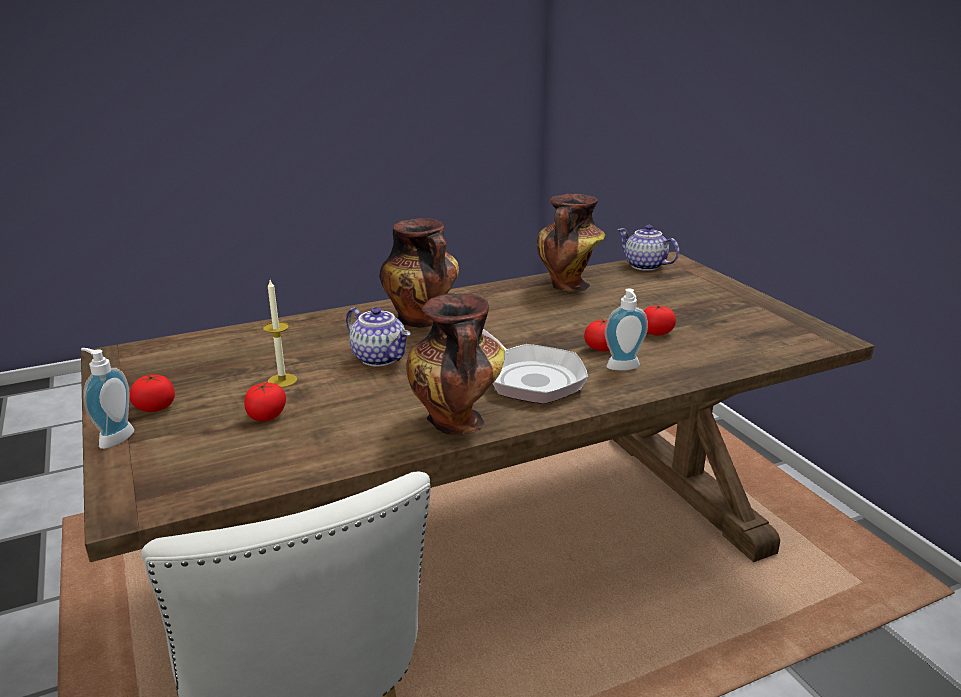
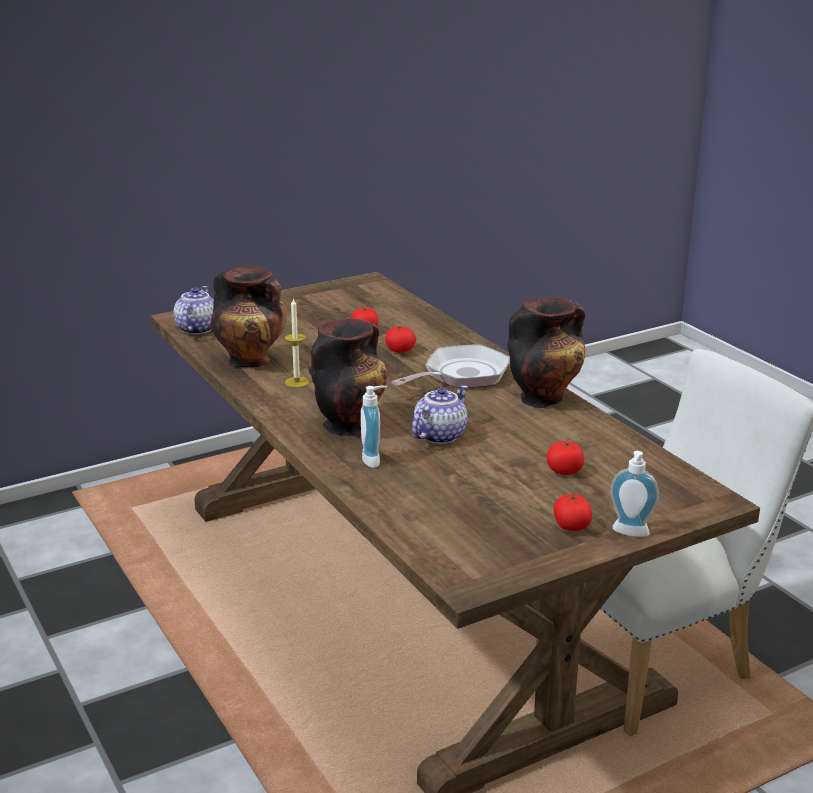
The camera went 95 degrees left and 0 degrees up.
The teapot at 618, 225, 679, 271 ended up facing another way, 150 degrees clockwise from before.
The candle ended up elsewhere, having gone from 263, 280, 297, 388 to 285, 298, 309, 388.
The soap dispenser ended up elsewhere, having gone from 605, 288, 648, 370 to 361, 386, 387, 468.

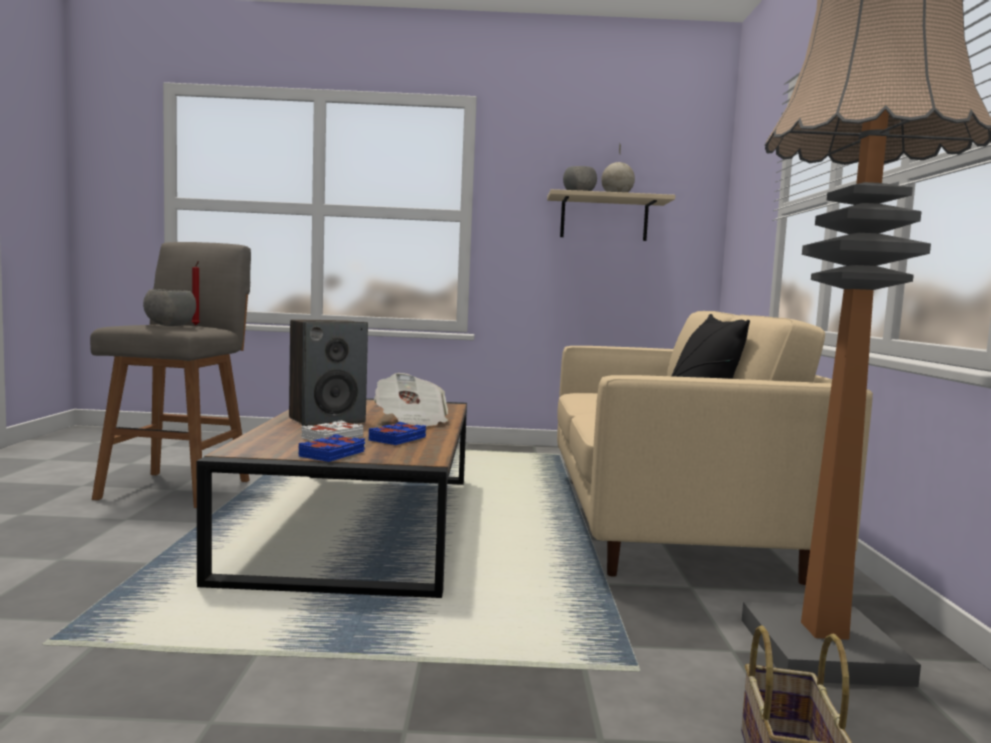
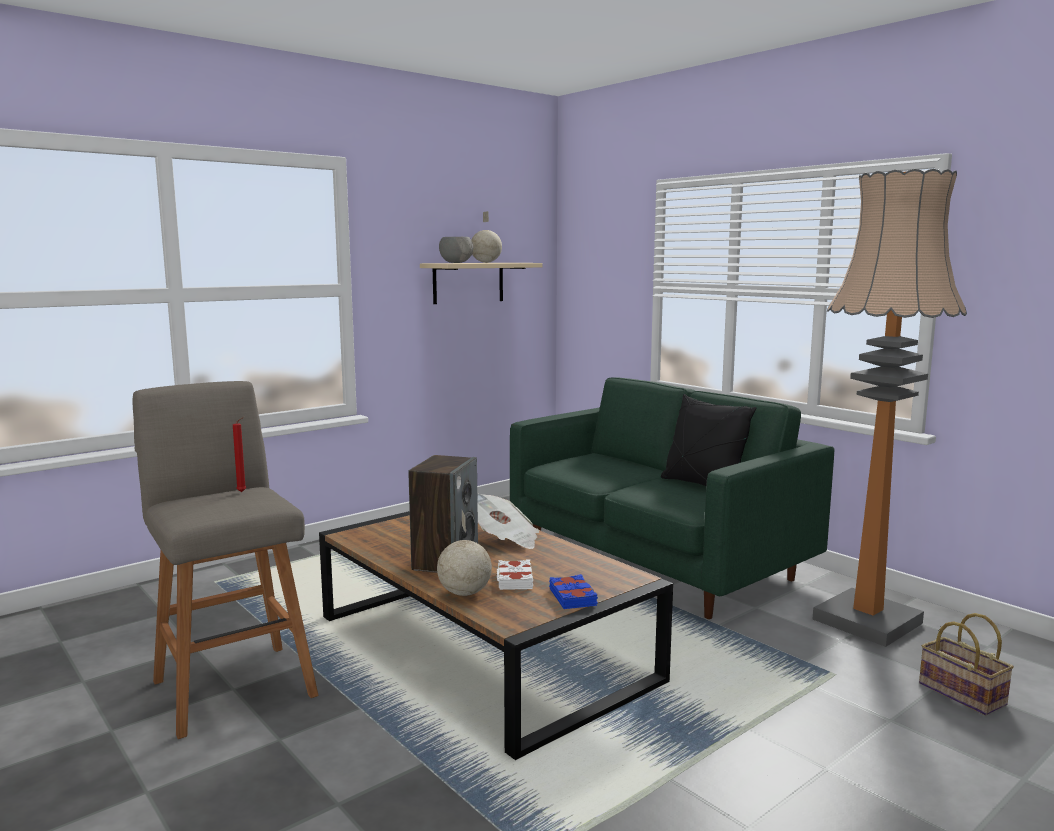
The camera went 40 degrees left and 5 degrees up.
The second view gained the globe at 437, 510, 492, 596.
What was the sofa in beige at 557, 311, 873, 585 turned into the sofa in green at 510, 377, 834, 619.
The second view lost the bowl in grey at 143, 289, 196, 326.
The second view lost the book in blue at 368, 422, 426, 445.

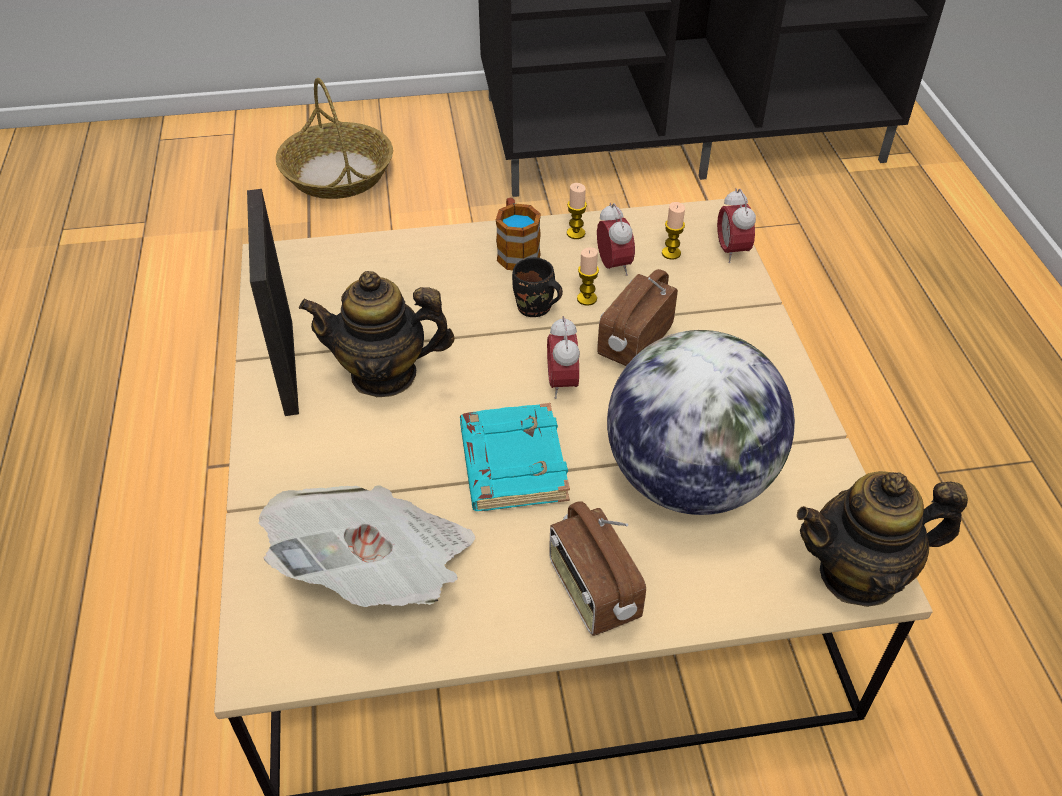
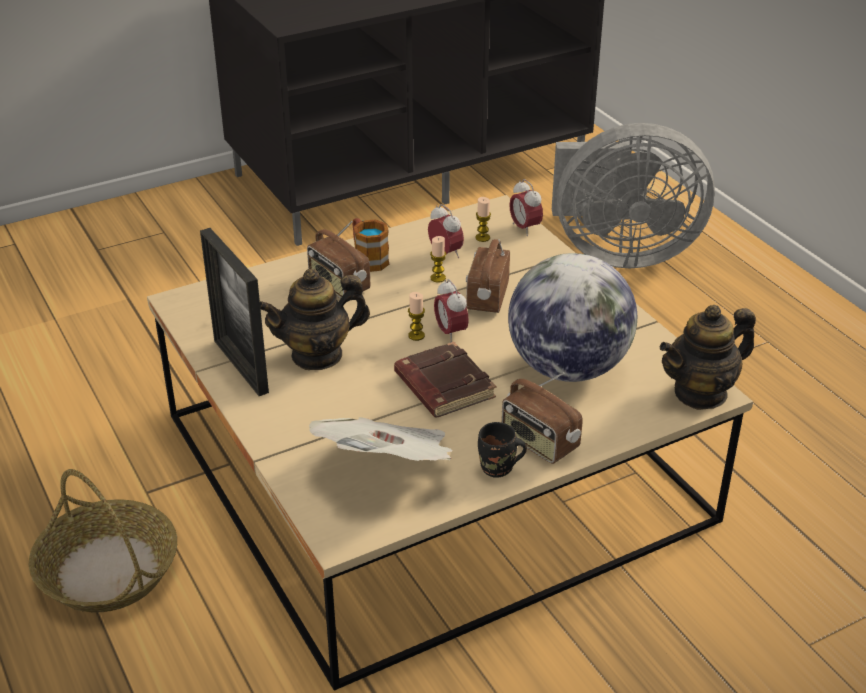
The camera went 20 degrees left and 10 degrees down.
The basket ended up elsewhere, having gone from 276, 78, 393, 199 to 29, 469, 177, 612.
The second view gained the radio at 307, 221, 370, 299.
What was the book in turquoise at 460, 403, 570, 511 turned into the book in brown at 394, 342, 496, 418.
The candle ended up elsewhere, having gone from 567, 183, 587, 239 to 408, 292, 425, 341.
The mug in black ended up elsewhere, having gone from 512, 257, 563, 317 to 478, 422, 527, 478.
The second view gained the fan in grey at 552, 123, 715, 268.

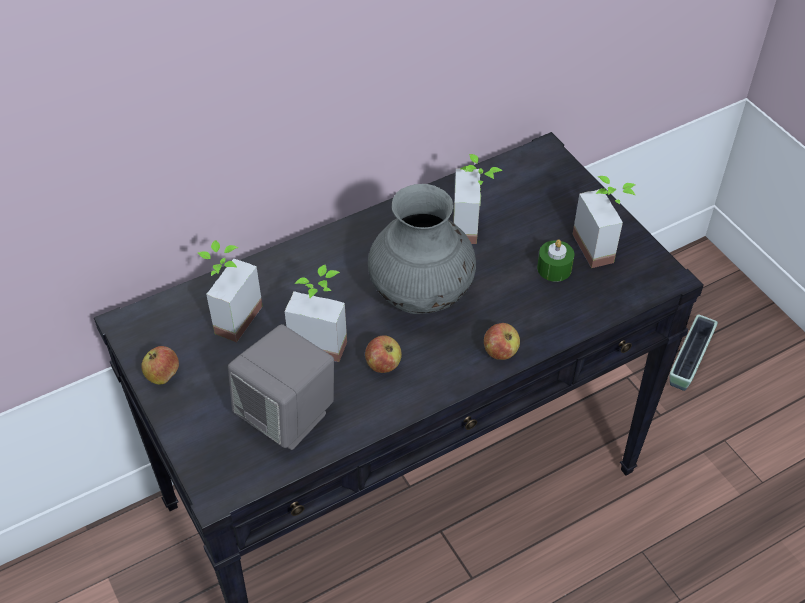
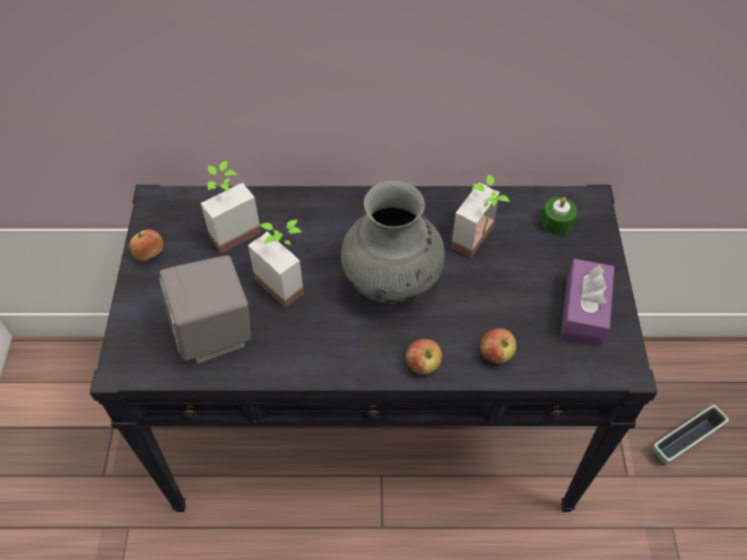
The camera went 30 degrees right and 5 degrees up.
The apple ended up elsewhere, having gone from 365, 335, 402, 373 to 481, 328, 516, 364.
The candle in green ended up elsewhere, having gone from 537, 240, 575, 282 to 541, 197, 577, 235.
Where the potted plant stood at 573, 176, 635, 268, the tissue box in purple came to stand at 560, 259, 614, 346.

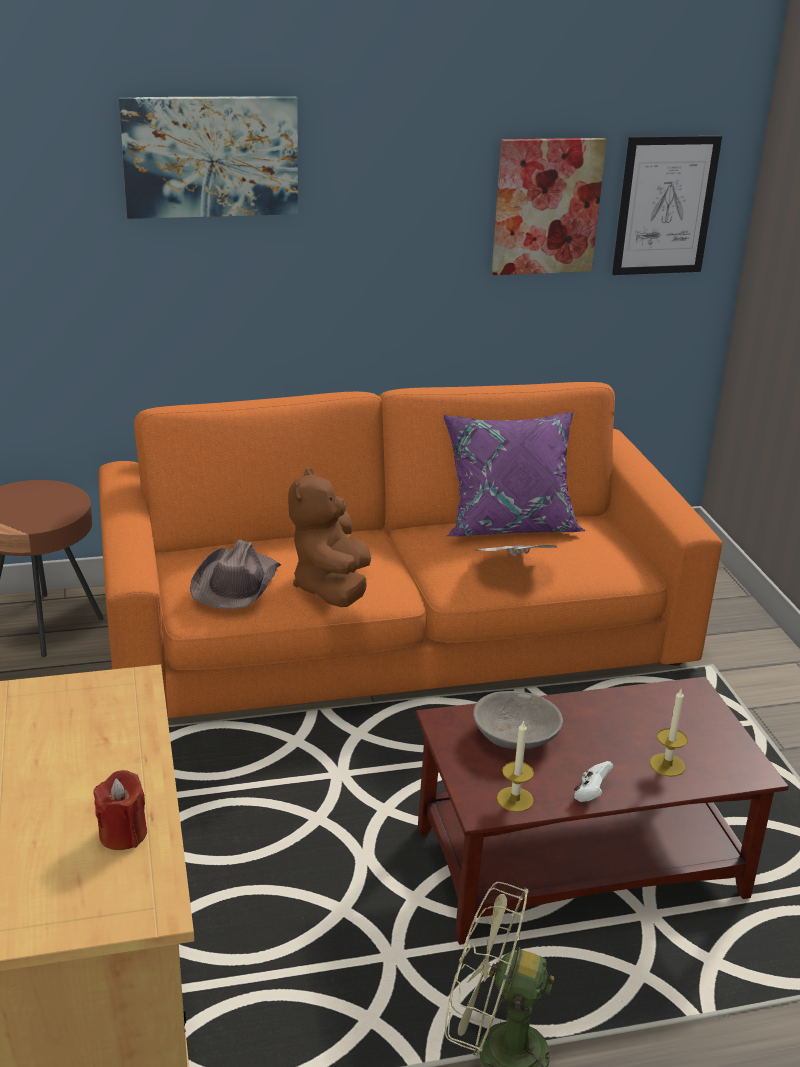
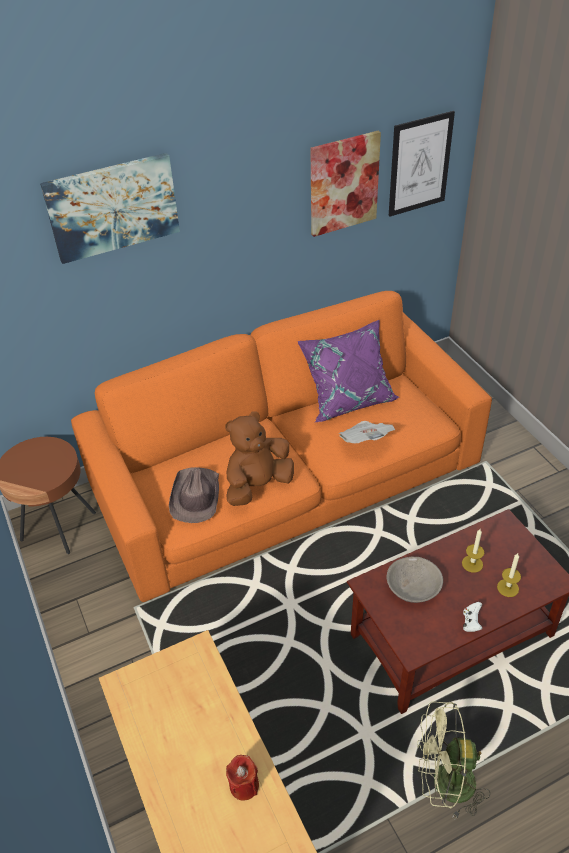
The camera went 10 degrees left and 15 degrees up.
The plush toy in brown at 288, 467, 371, 607 ended up facing another way, 60 degrees clockwise from before.
The candle ended up elsewhere, having gone from 497, 720, 534, 812 to 462, 529, 484, 573.

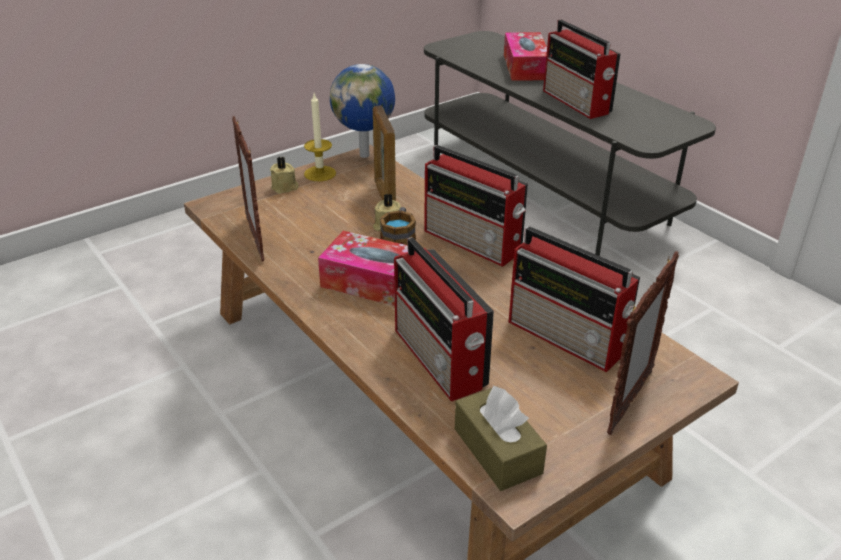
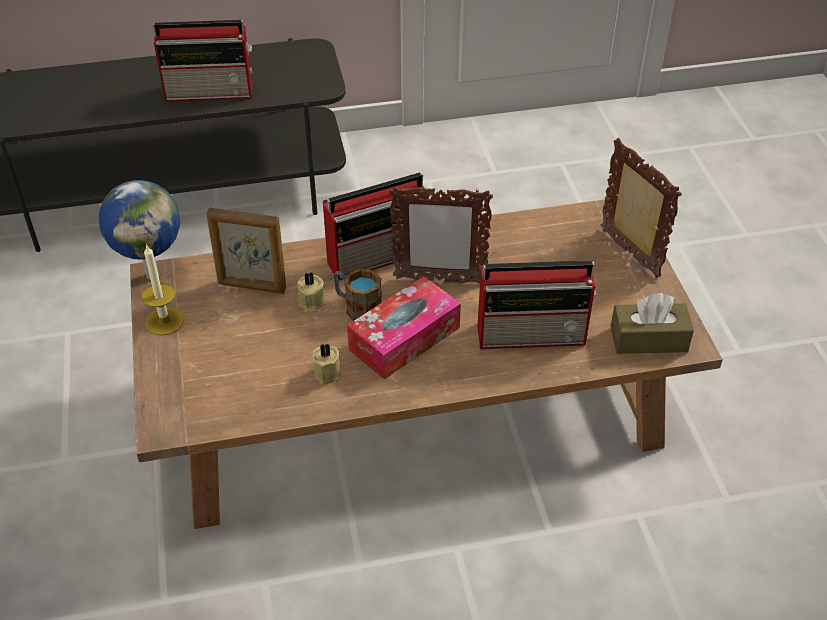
The camera went 65 degrees left and 10 degrees up.
The candle in beige ended up elsewhere, having gone from 270, 157, 299, 194 to 311, 343, 341, 384.
The picture frame ended up elsewhere, having gone from 232, 116, 265, 261 to 389, 185, 493, 284.
The second view lost the tissue box at 504, 32, 547, 81.
The second view lost the radio at 509, 227, 640, 372.

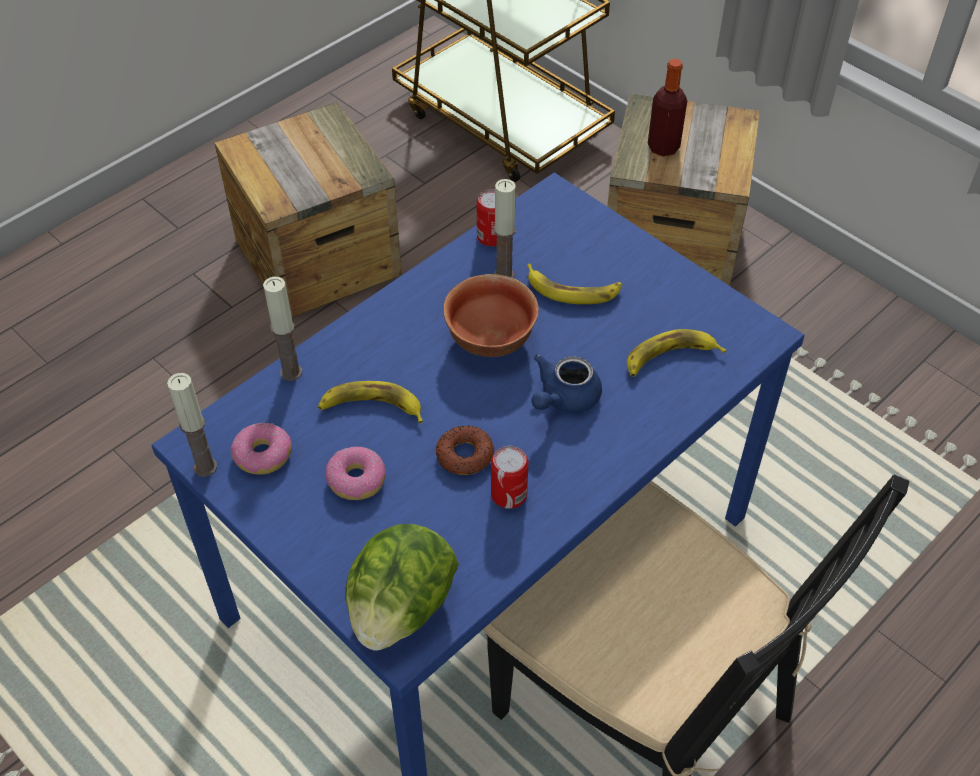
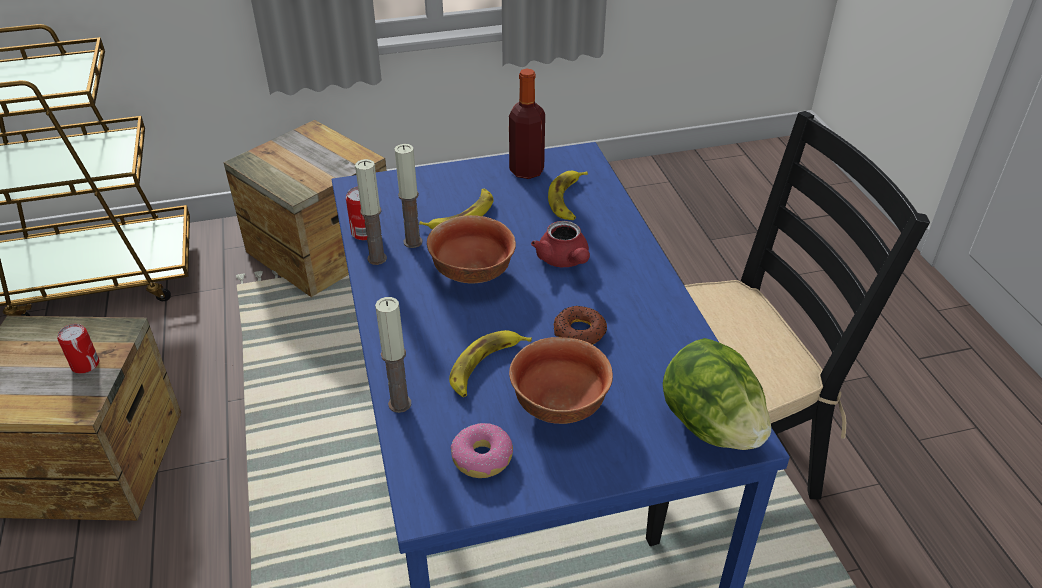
The camera went 60 degrees left and 10 degrees down.
The can ended up elsewhere, having gone from 491, 446, 528, 509 to 57, 324, 99, 374.
The candle ended up elsewhere, having gone from 167, 373, 217, 477 to 355, 159, 387, 265.
The bottle ended up elsewhere, having gone from 648, 59, 687, 156 to 509, 69, 545, 179.
Where the donut stood at 326, 446, 385, 500, the bowl came to stand at 509, 337, 613, 424.
What was the teapot in blue at 531, 354, 602, 413 turned into the teapot in red at 531, 221, 590, 267.

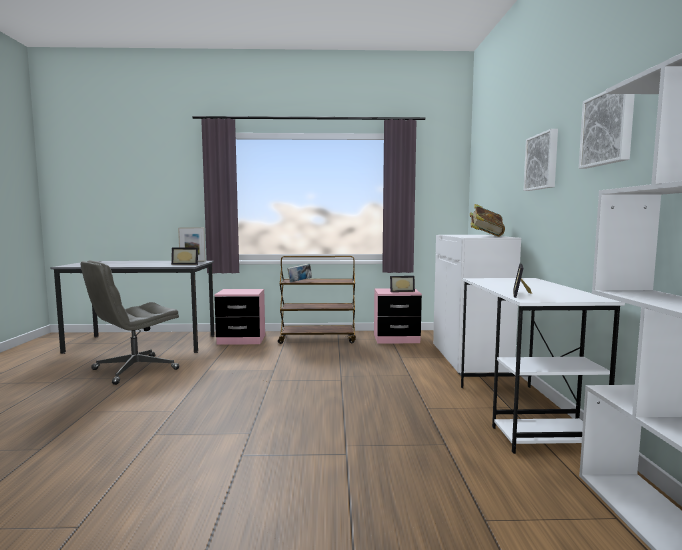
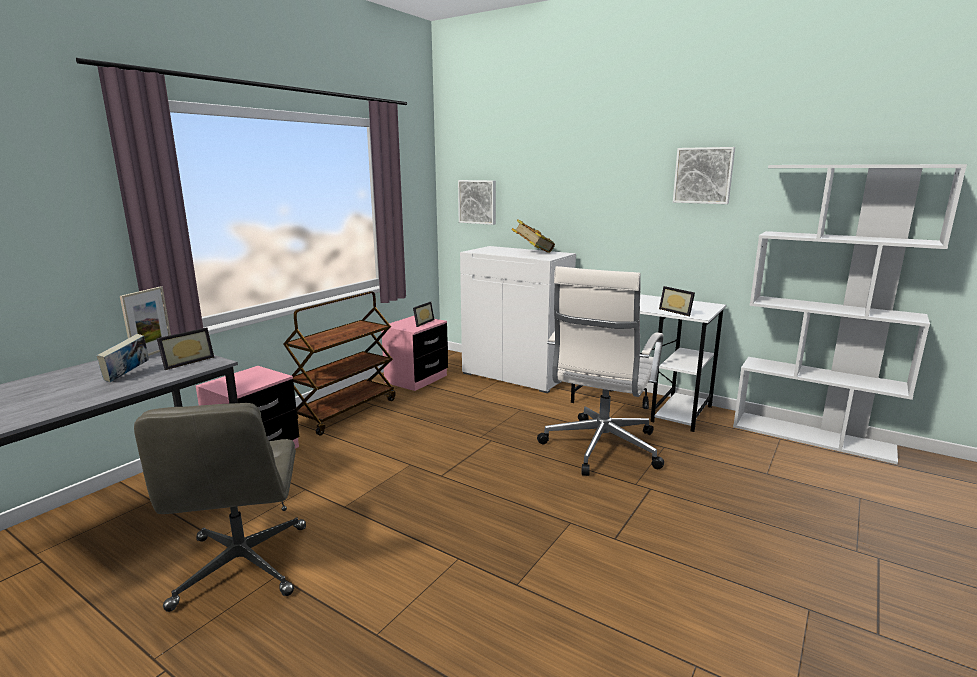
The camera went 55 degrees left and 10 degrees up.
The book ended up elsewhere, having gone from 287, 263, 312, 282 to 96, 334, 149, 382.
The picture ended up elsewhere, having gone from 523, 129, 558, 191 to 458, 180, 496, 225.
The second view gained the office chair in white at 537, 266, 664, 476.

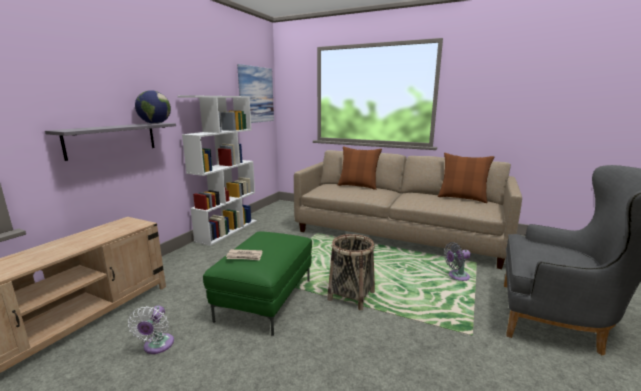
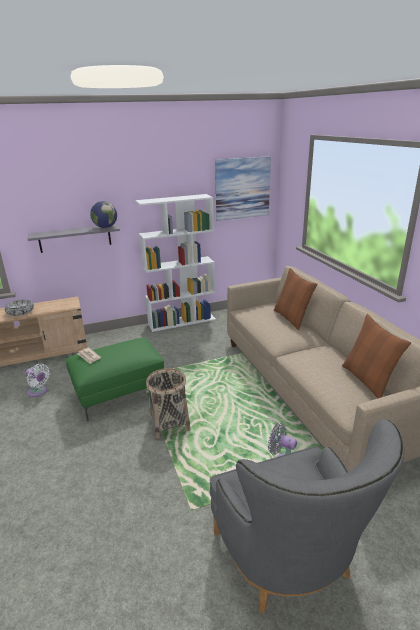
The camera went 45 degrees right and 10 degrees up.
The second view gained the bowl at 5, 299, 34, 316.
The fan in white at 128, 306, 174, 354 ended up facing another way, 105 degrees counterclockwise from before.

